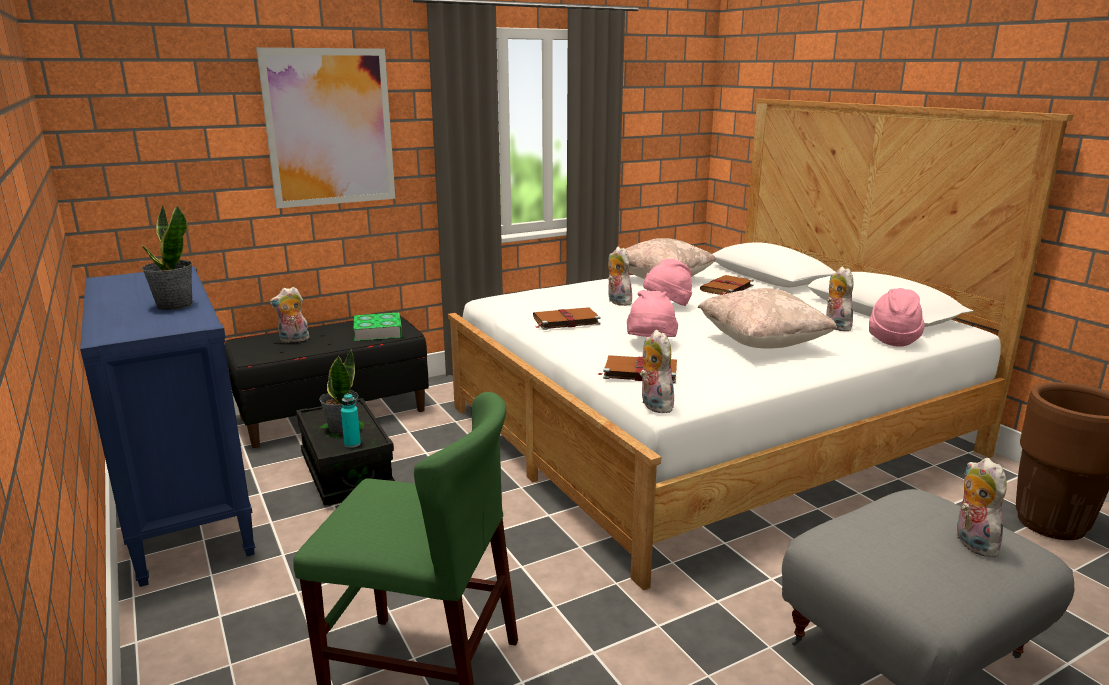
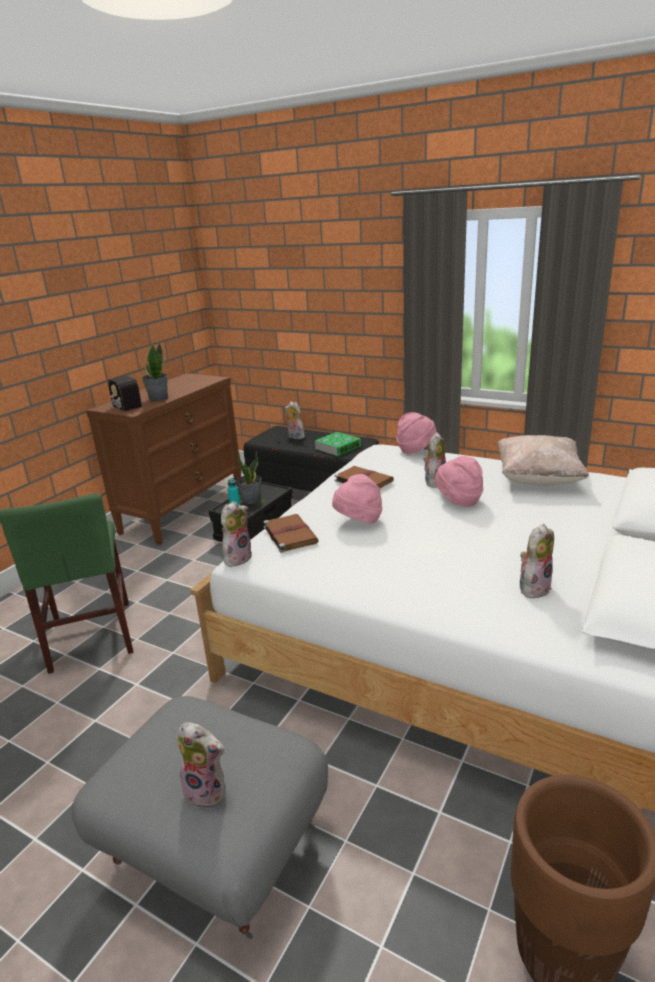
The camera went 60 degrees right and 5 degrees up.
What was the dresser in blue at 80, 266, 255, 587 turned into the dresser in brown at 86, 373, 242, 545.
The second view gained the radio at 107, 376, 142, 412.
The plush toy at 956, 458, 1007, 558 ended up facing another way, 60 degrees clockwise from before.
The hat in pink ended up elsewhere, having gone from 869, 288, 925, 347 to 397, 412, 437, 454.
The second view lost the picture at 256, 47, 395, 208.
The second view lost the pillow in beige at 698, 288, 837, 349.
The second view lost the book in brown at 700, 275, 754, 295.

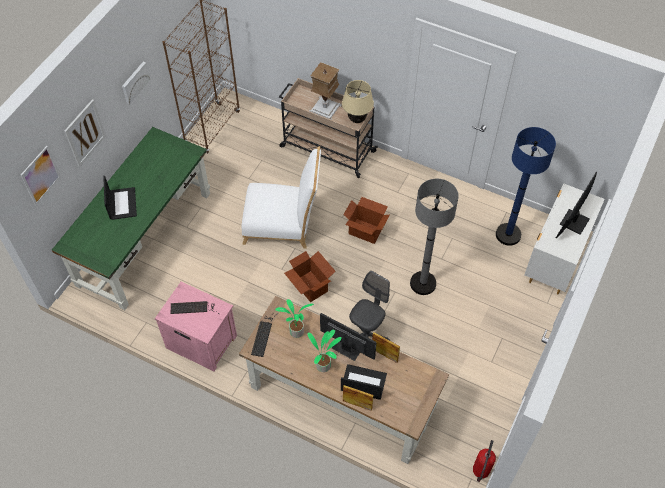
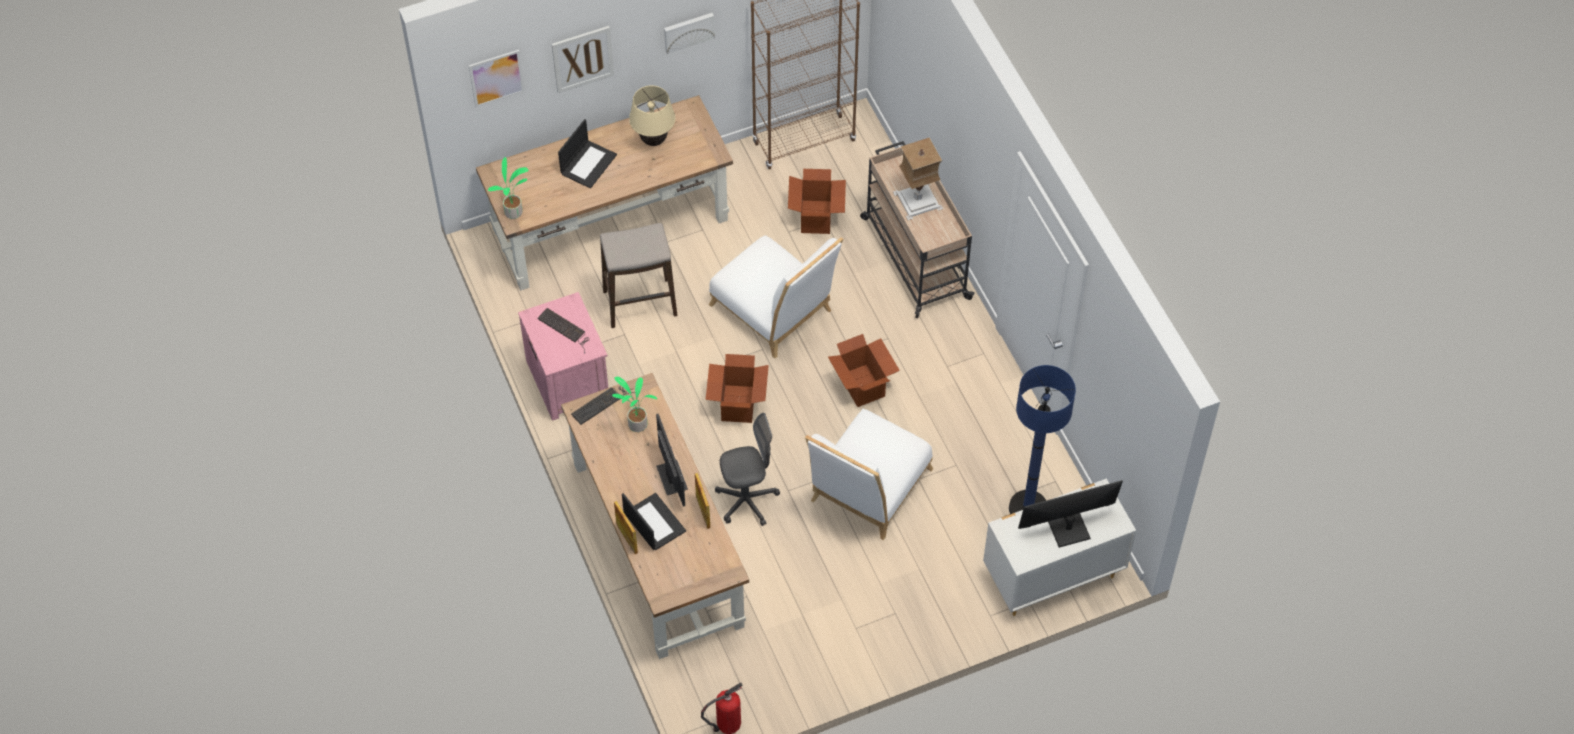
The camera went 40 degrees right and 0 degrees up.
What was the desk in green at 52, 127, 210, 310 turned into the desk in brown at 476, 95, 733, 291.
The potted plant ended up elsewhere, having gone from 307, 329, 342, 372 to 488, 157, 529, 219.
The second view gained the stool at 600, 223, 678, 328.
The table lamp in beige ended up elsewhere, having gone from 342, 80, 374, 123 to 629, 85, 676, 146.
The second view gained the cardboard box at 788, 169, 846, 234.
Where the floor lamp in grey stood at 410, 179, 459, 295, the chair in white came to stand at 805, 408, 933, 540.

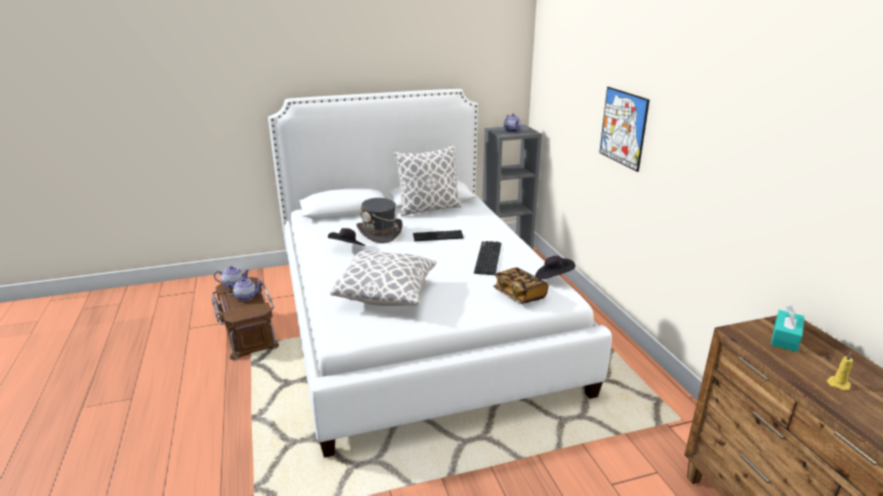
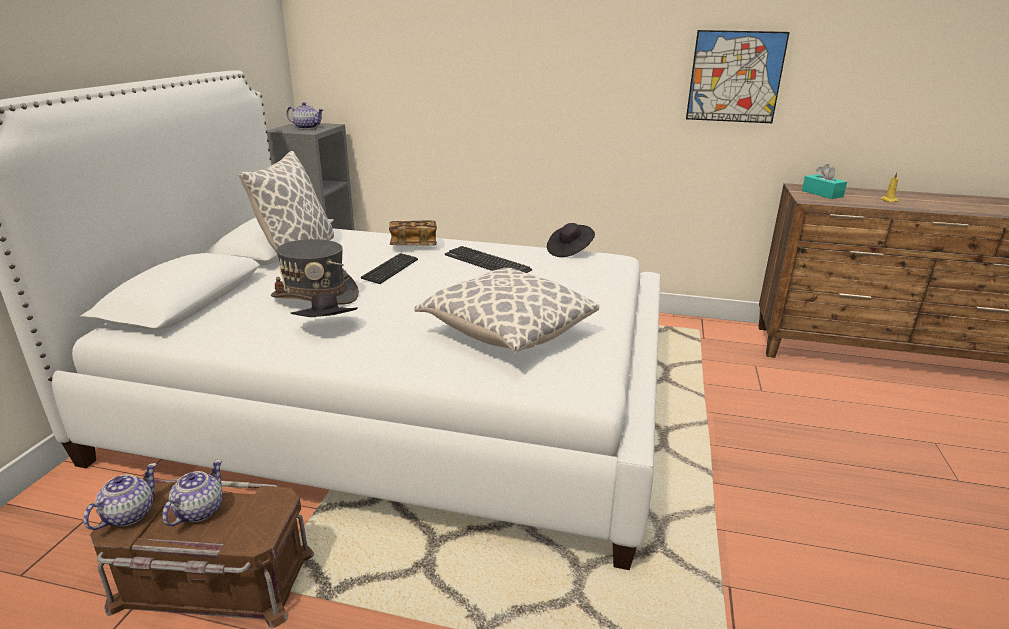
The camera went 60 degrees left and 0 degrees up.
The book ended up elsewhere, having gone from 493, 267, 549, 304 to 389, 220, 437, 246.
The picture ended up elsewhere, having gone from 599, 87, 650, 172 to 686, 30, 790, 123.

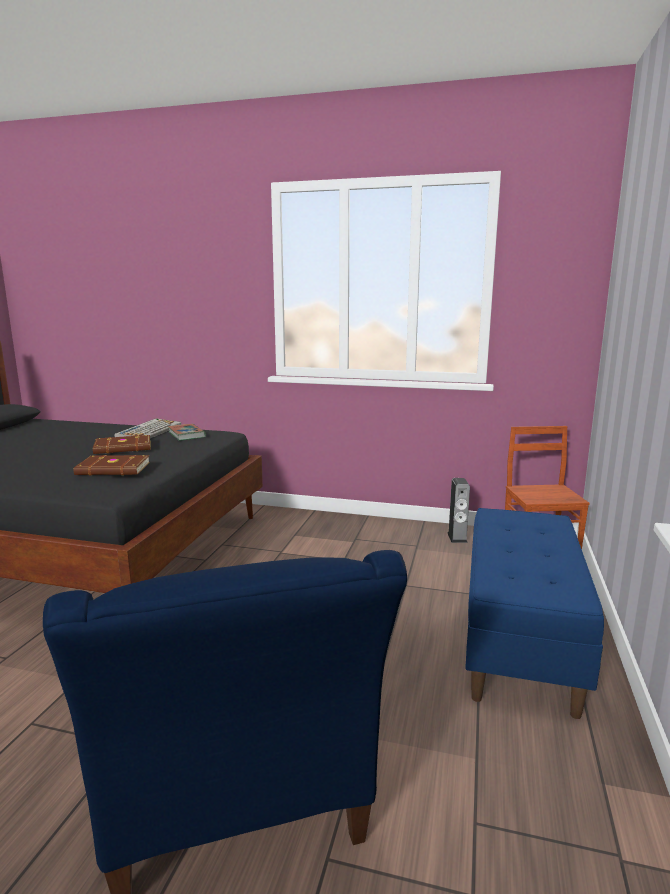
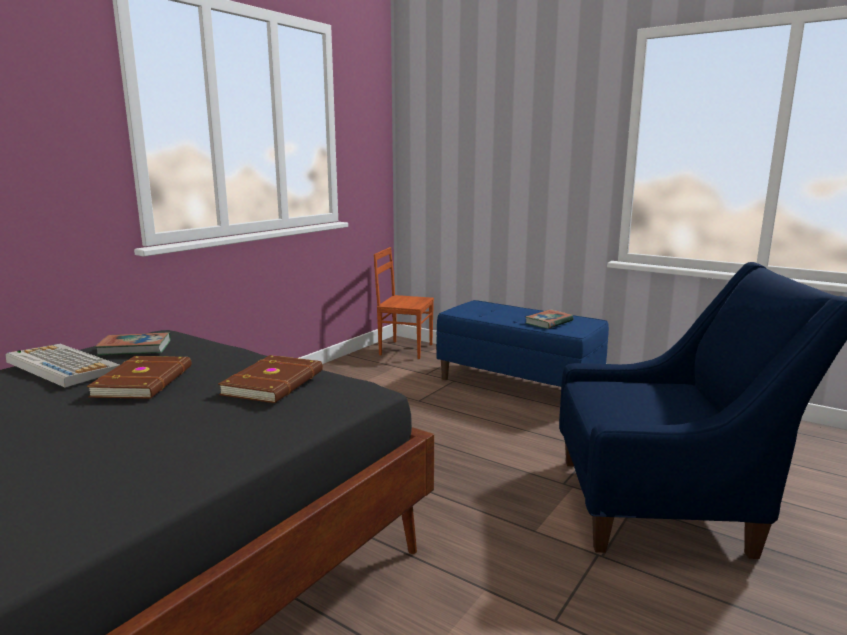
The camera went 70 degrees left and 0 degrees up.
The second view gained the book at 525, 309, 573, 329.
The second view lost the speaker at 448, 478, 470, 543.

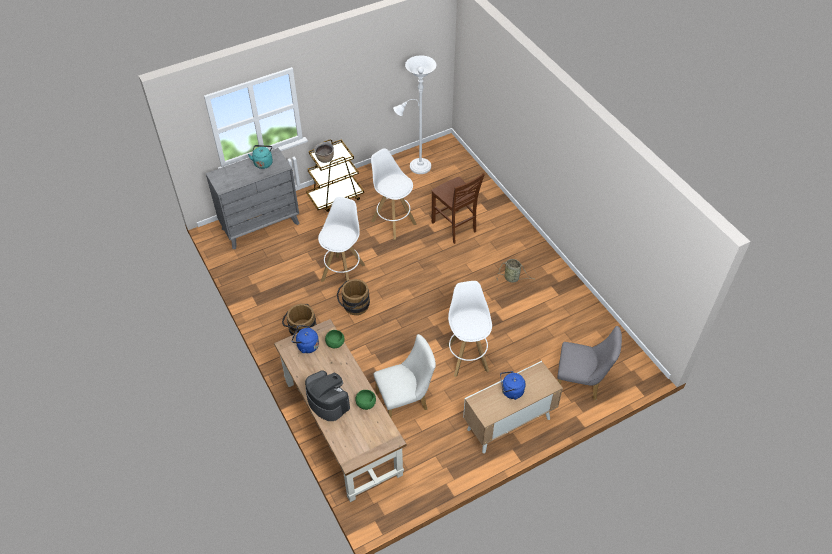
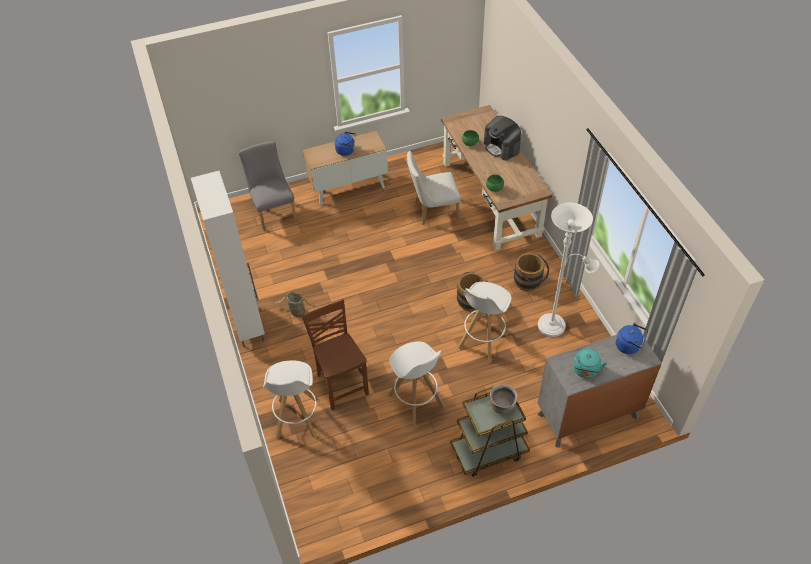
The camera went 170 degrees left and 0 degrees up.
The second view gained the cabinet in white at 191, 171, 265, 347.
The chair in grey at 558, 326, 622, 400 ended up facing another way, 45 degrees clockwise from before.
The stool in white ended up elsewhere, having gone from 447, 281, 492, 377 to 263, 360, 318, 439.
The floor lamp in white ended up elsewhere, having gone from 393, 55, 436, 174 to 538, 202, 599, 337.
The kettle in blue ended up elsewhere, having gone from 292, 325, 319, 353 to 616, 323, 648, 354.

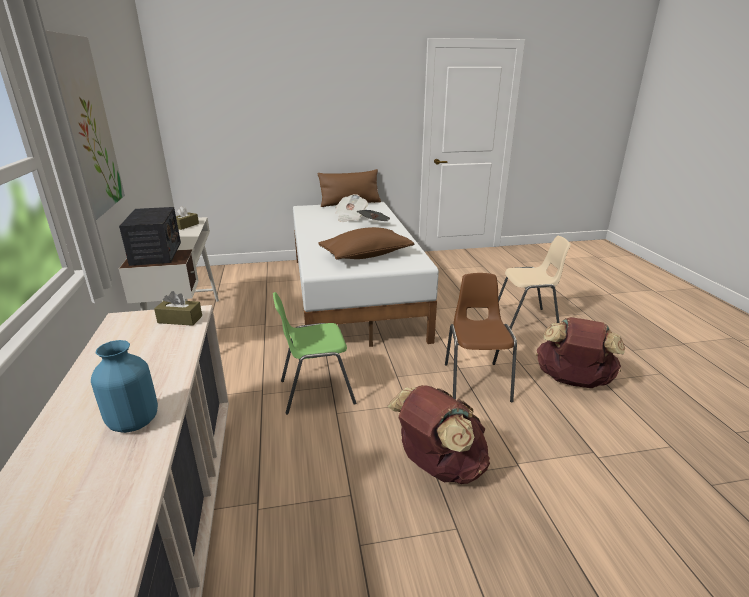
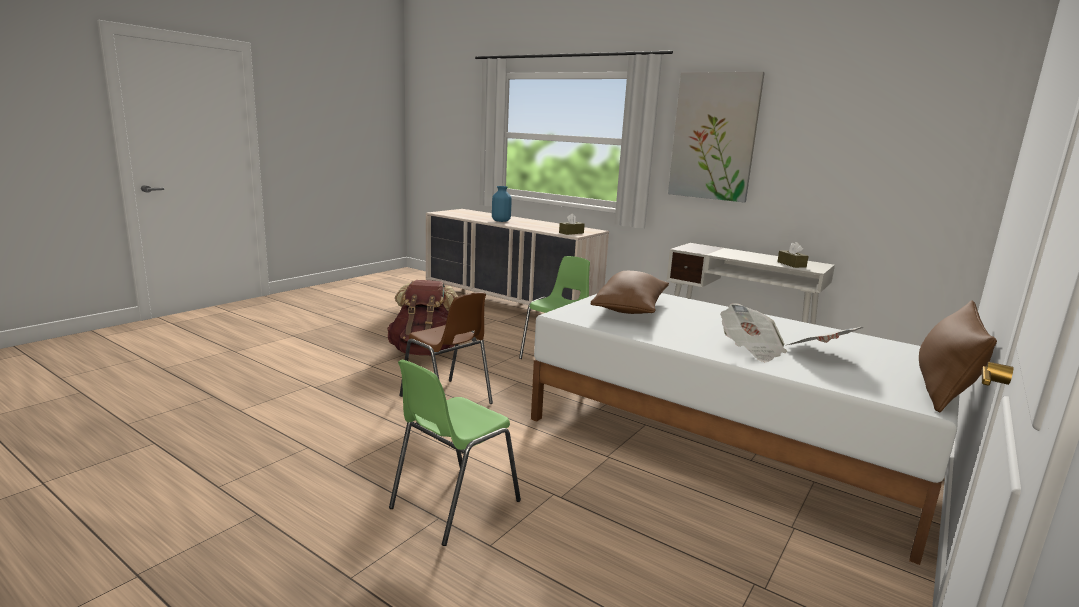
The camera went 135 degrees right and 10 degrees down.
What was the chair in beige at 498, 236, 571, 329 turned into the chair in green at 389, 360, 521, 546.
The second view lost the radio at 119, 207, 181, 266.
The second view lost the backpack in brown at 536, 317, 625, 388.

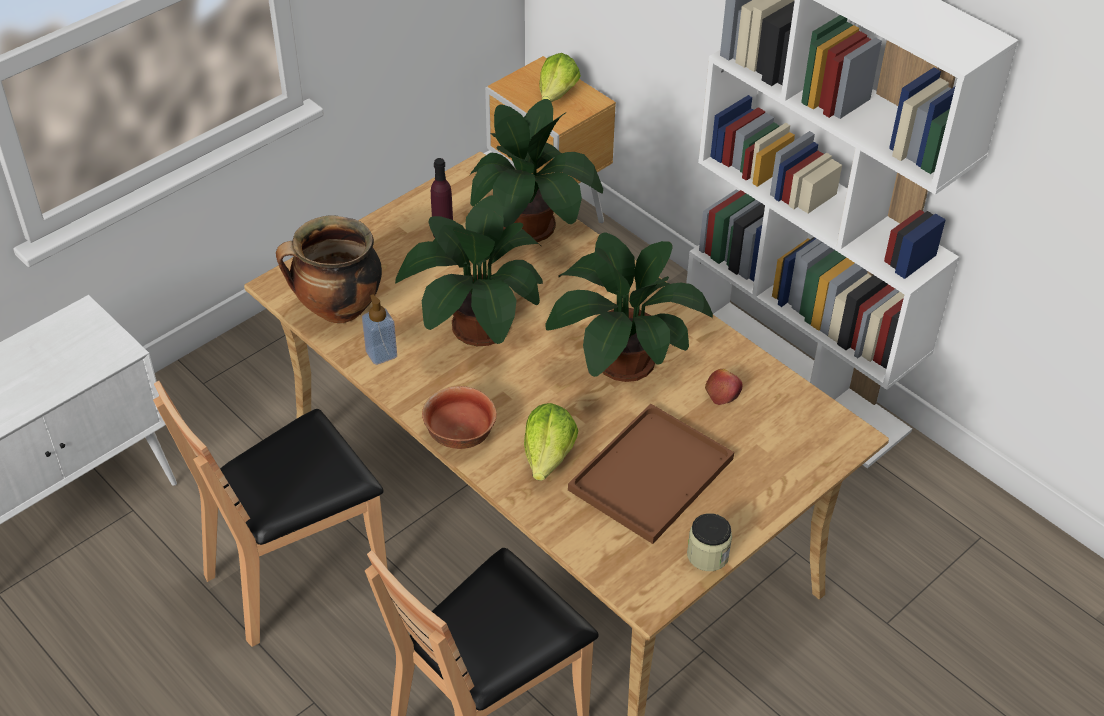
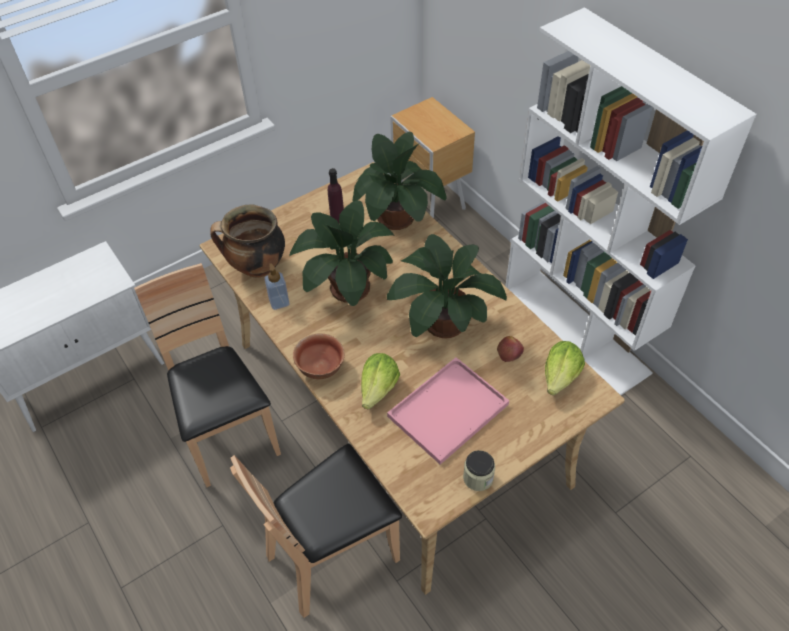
The camera went 10 degrees right and 5 degrees up.
The chair in brown at 153, 381, 388, 647 ended up facing another way, 90 degrees clockwise from before.
What was the tray in brown at 568, 404, 734, 544 turned into the tray in pink at 387, 357, 509, 465.
The lettuce ended up elsewhere, having gone from 539, 53, 581, 102 to 545, 341, 585, 395.

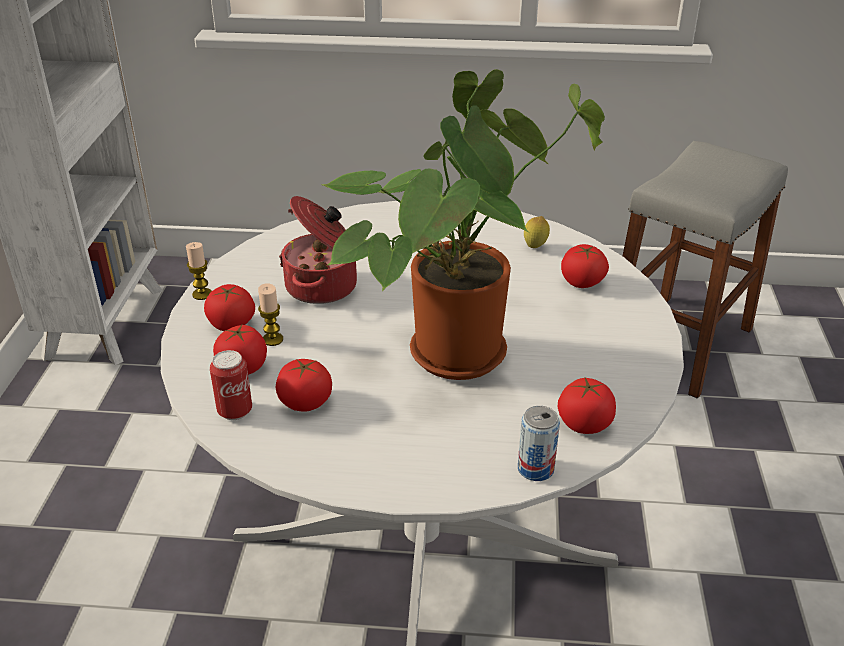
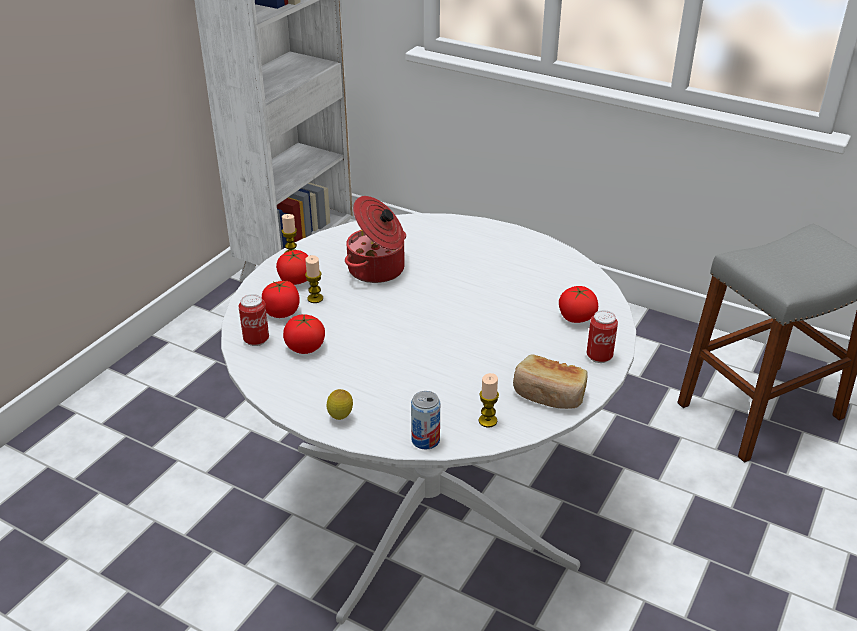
The camera went 25 degrees right and 0 degrees up.
The lemon ended up elsewhere, having gone from 524, 216, 550, 248 to 327, 389, 353, 420.
Where the tomato stood at 558, 378, 616, 434, the candle came to stand at 479, 373, 499, 428.
The second view gained the bread at 513, 354, 588, 409.
The second view gained the can at 587, 310, 618, 363.
The second view lost the potted plant at 322, 69, 605, 380.

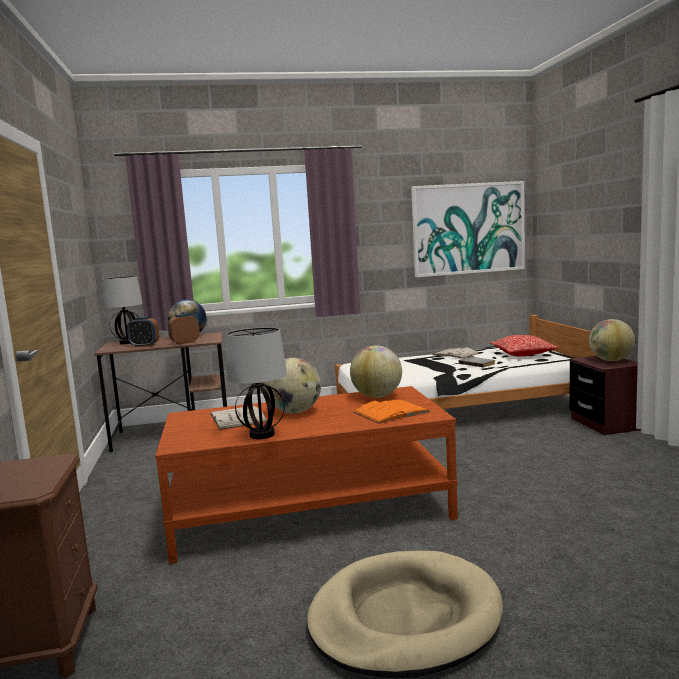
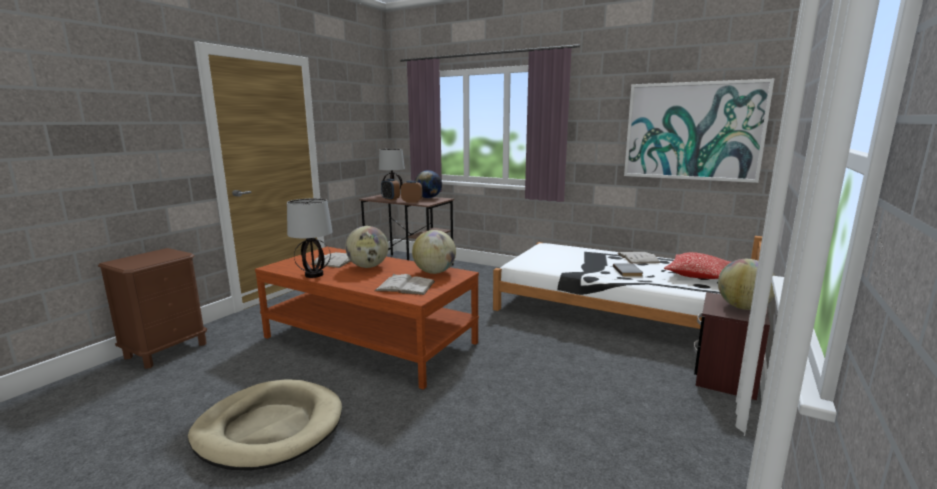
The camera went 40 degrees right and 5 degrees up.
What was the book in orange at 353, 400, 430, 424 turned into the book in white at 374, 274, 435, 295.

